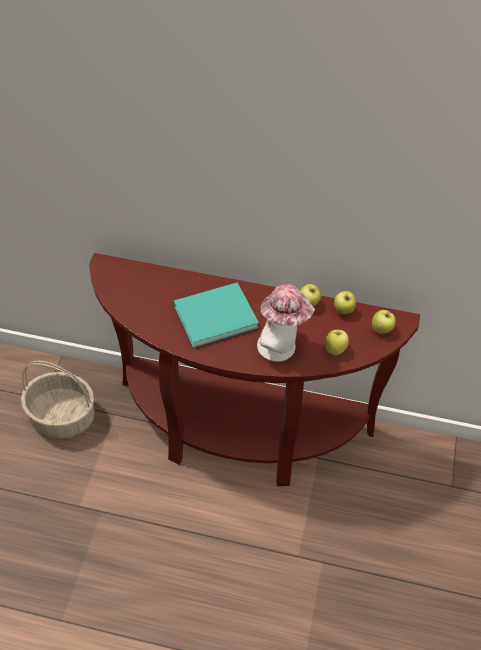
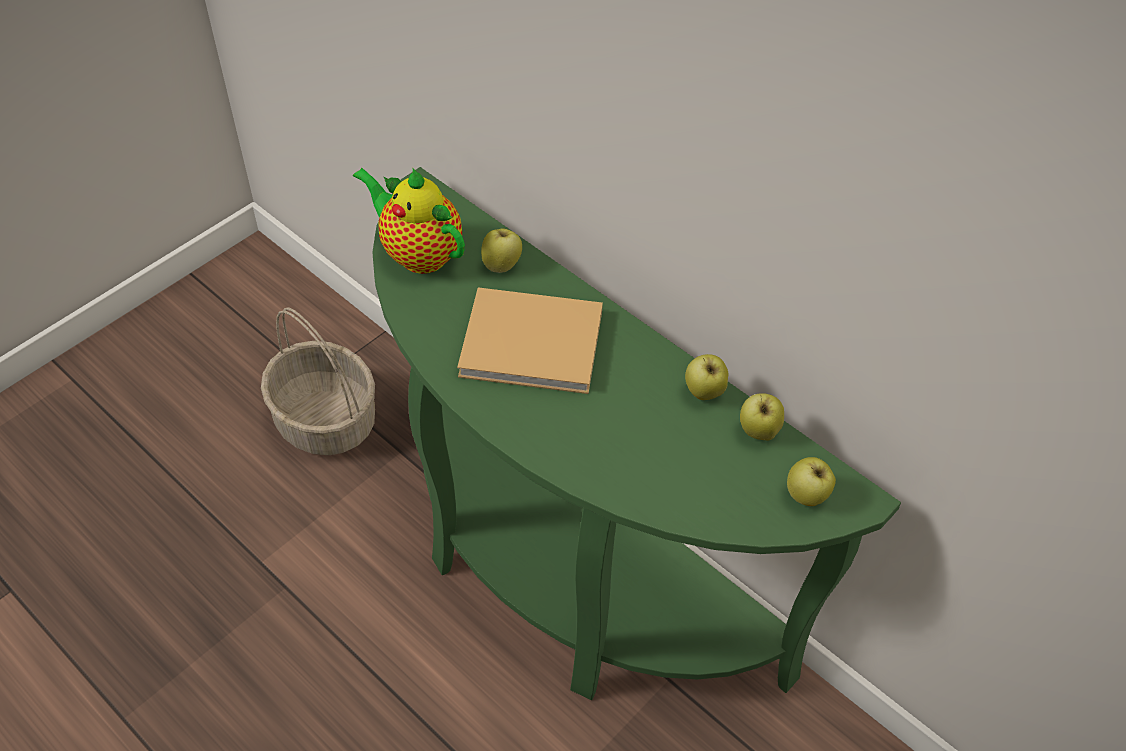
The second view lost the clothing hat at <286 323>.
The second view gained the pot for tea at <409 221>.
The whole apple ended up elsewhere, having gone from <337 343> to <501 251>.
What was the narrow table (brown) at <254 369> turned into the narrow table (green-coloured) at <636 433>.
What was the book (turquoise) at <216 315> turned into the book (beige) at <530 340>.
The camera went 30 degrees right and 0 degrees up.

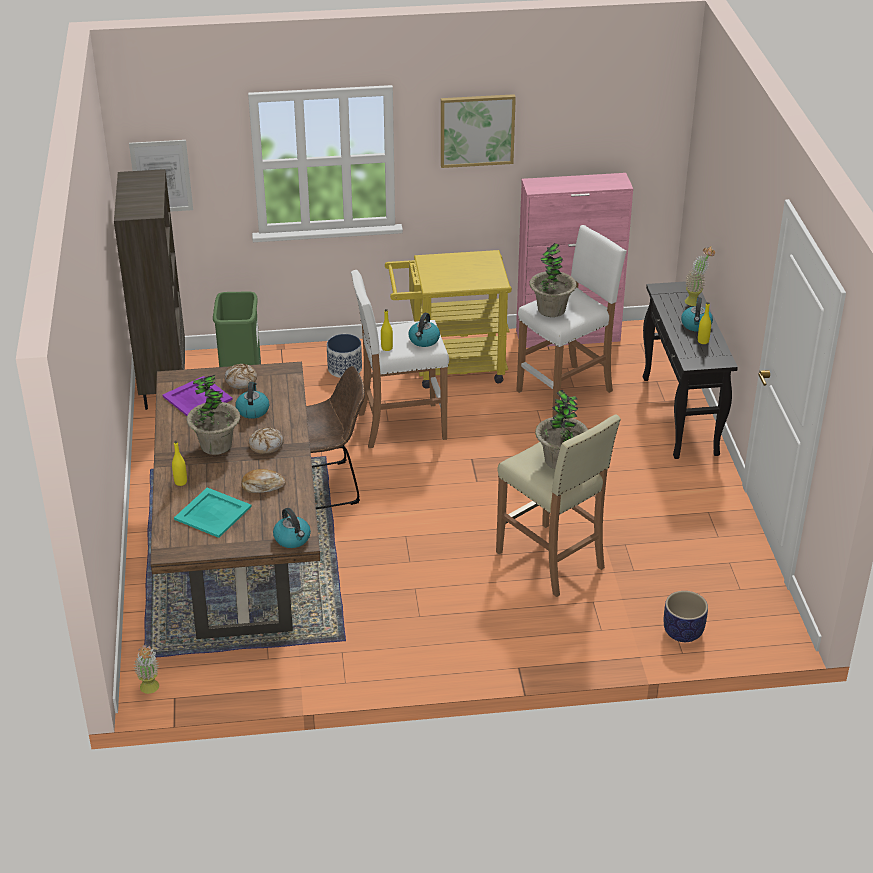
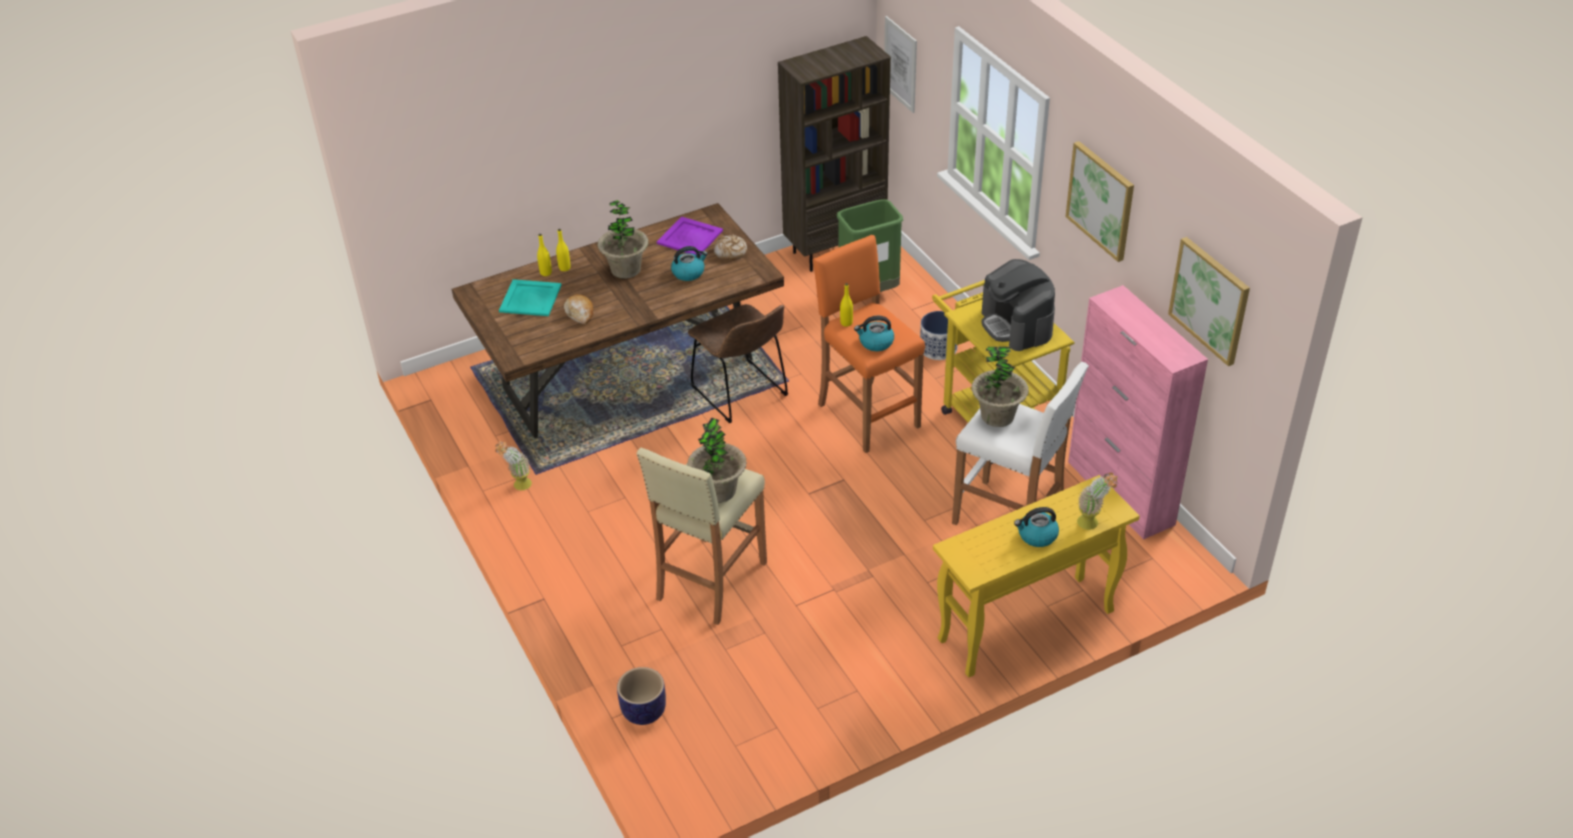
The second view lost the bread at <266 441>.
The second view lost the water kettle at <292 528>.
The second view gained the coffee maker at <1018 305>.
The second view gained the picture at <1209 301>.
The plant in a pot ended up elsewhere, having gone from <146 669> to <513 465>.
The bottle (yellow-coloured) ended up elsewhere, having gone from <704 323> to <544 255>.
What was the sitting stool (white-coloured) at <400 359> turned into the sitting stool (orange) at <869 344>.
What was the narrow table (black-coloured) at <690 370> turned into the narrow table (yellow-coloured) at <1036 576>.
The camera went 70 degrees right and 5 degrees up.

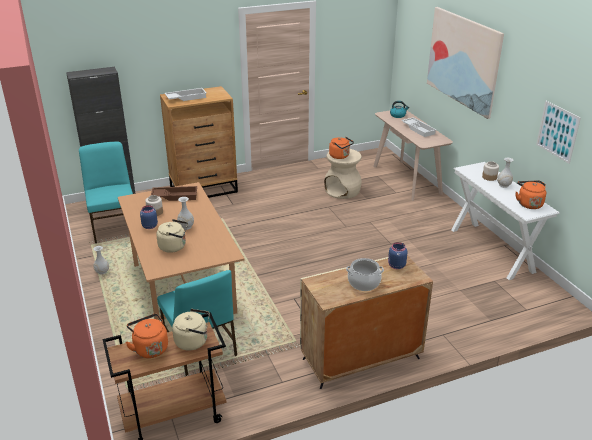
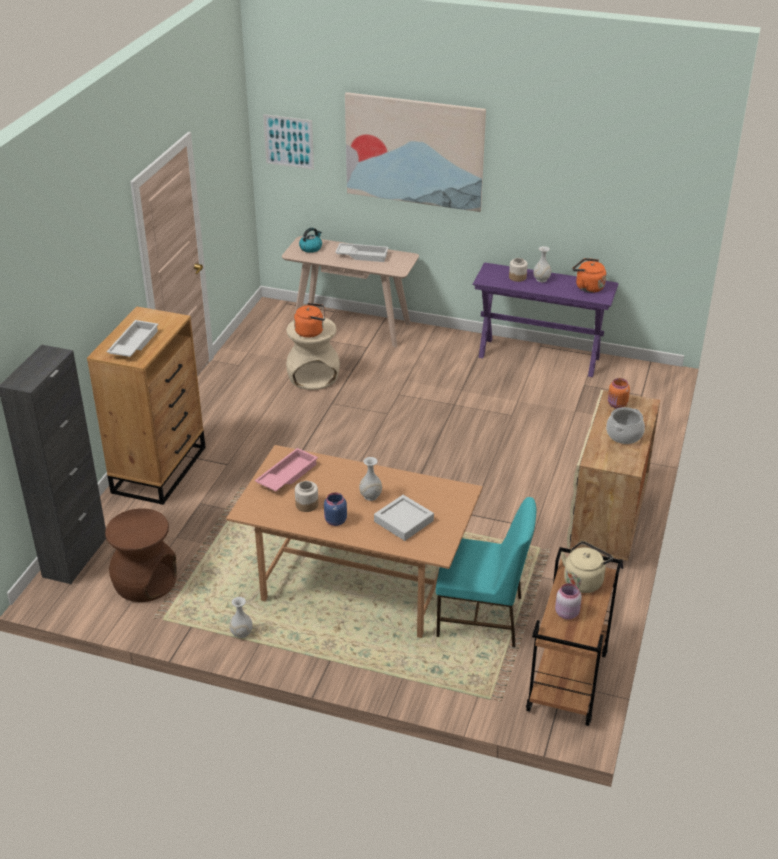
The picture ended up elsewhere, having gone from <558 132> to <288 142>.
Where the chair (turquoise) stood at <106 192>, the sitting stool (brown) came to stand at <141 555>.
Where the water kettle (orange) stood at <146 336>, the preserve jar (pinkish) came to stand at <568 601>.
Where the water kettle (beige) stood at <172 236>, the serving tray (gray) came to stand at <404 518>.
What was the serving tray (brown) at <174 193> turned into the serving tray (pinkish) at <286 470>.
What was the preserve jar (blue-coloured) at <398 255> turned into the preserve jar (orange) at <619 393>.
What was the narrow table (white-coloured) at <505 221> turned into the narrow table (purple-coloured) at <545 320>.
The camera went 50 degrees left and 5 degrees up.

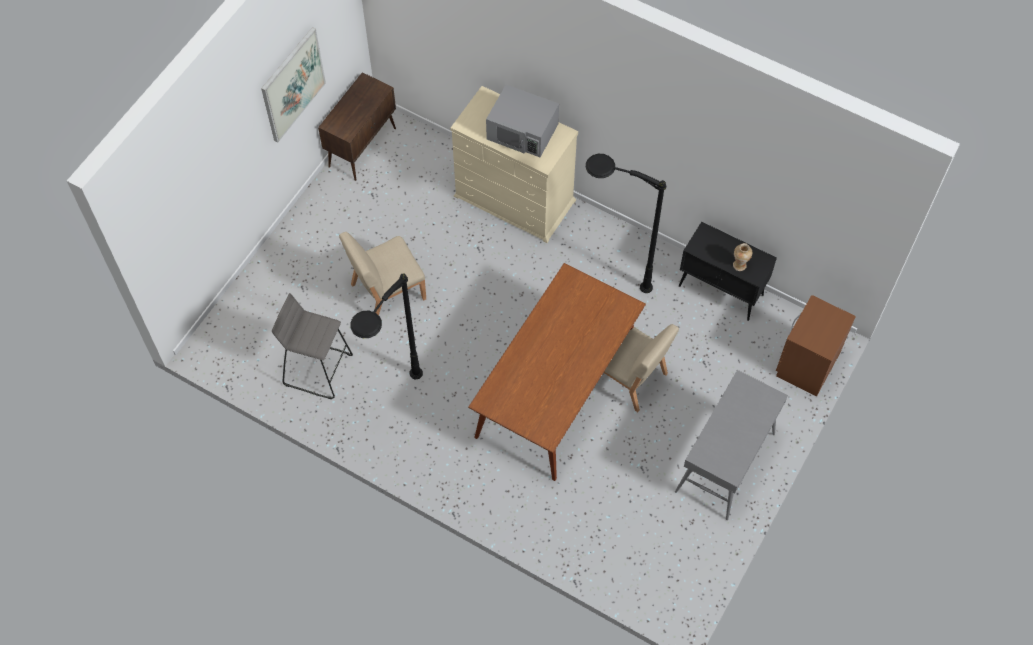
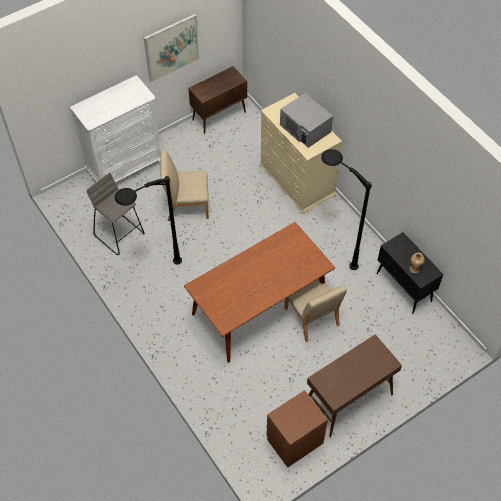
The second view gained the dresser (white-coloured) at <115 128>.
The nightstand (brown) ended up elsewhere, having gone from <816 345> to <297 428>.
What was the narrow table (gray) at <731 445> turned into the narrow table (brown) at <354 385>.
The camera went 25 degrees right and 5 degrees down.

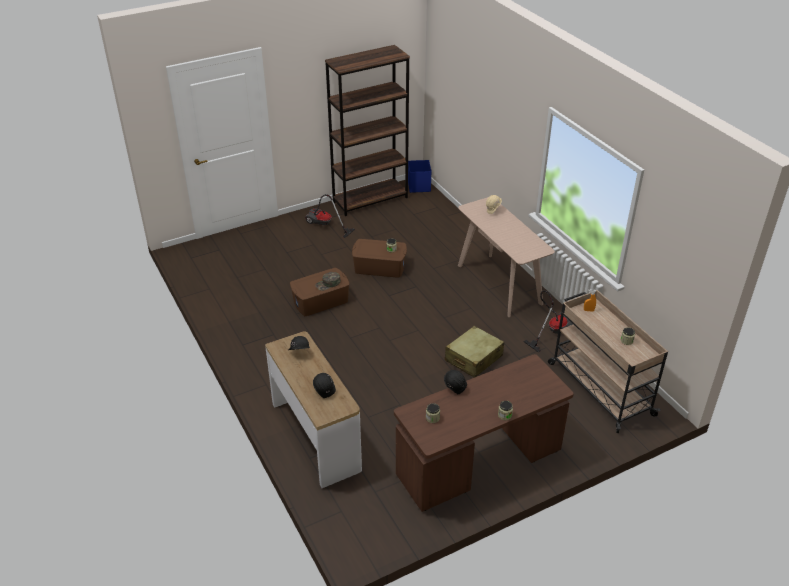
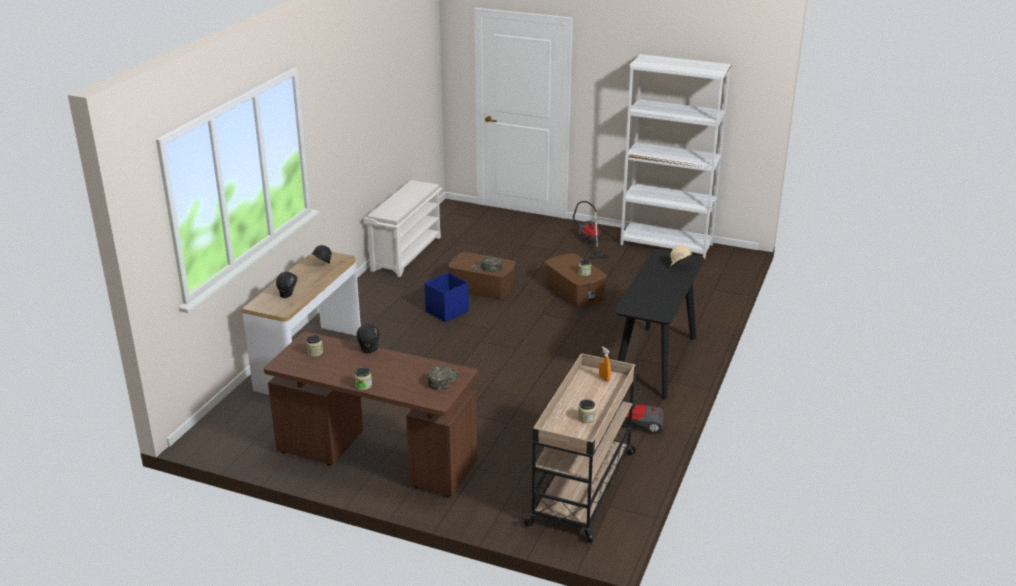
The second view lost the piece of luggage (beige) at <474 352>.
The second view gained the shoe stand (white-coloured) at <403 228>.
The second view gained the cap (green-coloured) at <443 377>.
The storage box (blue-coloured) ended up elsewhere, having gone from <420 176> to <446 297>.
What was the bookshelf (brown) at <367 130> turned into the bookshelf (white-coloured) at <676 156>.
What was the narrow table (beige) at <506 257> turned into the narrow table (black-coloured) at <659 324>.
The camera went 50 degrees right and 10 degrees down.

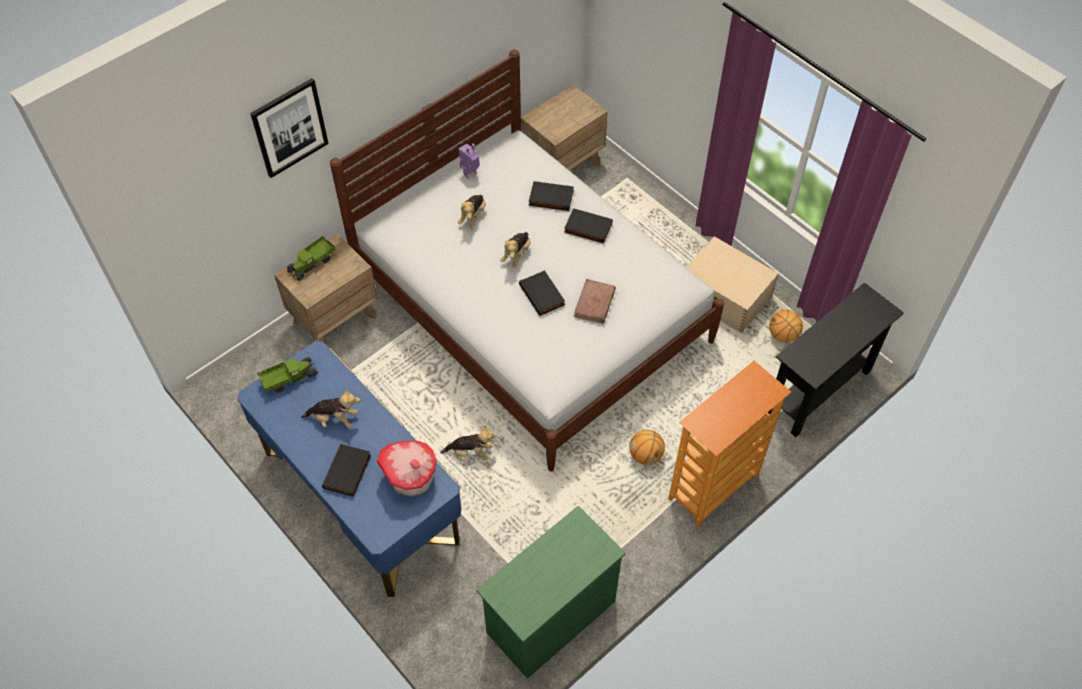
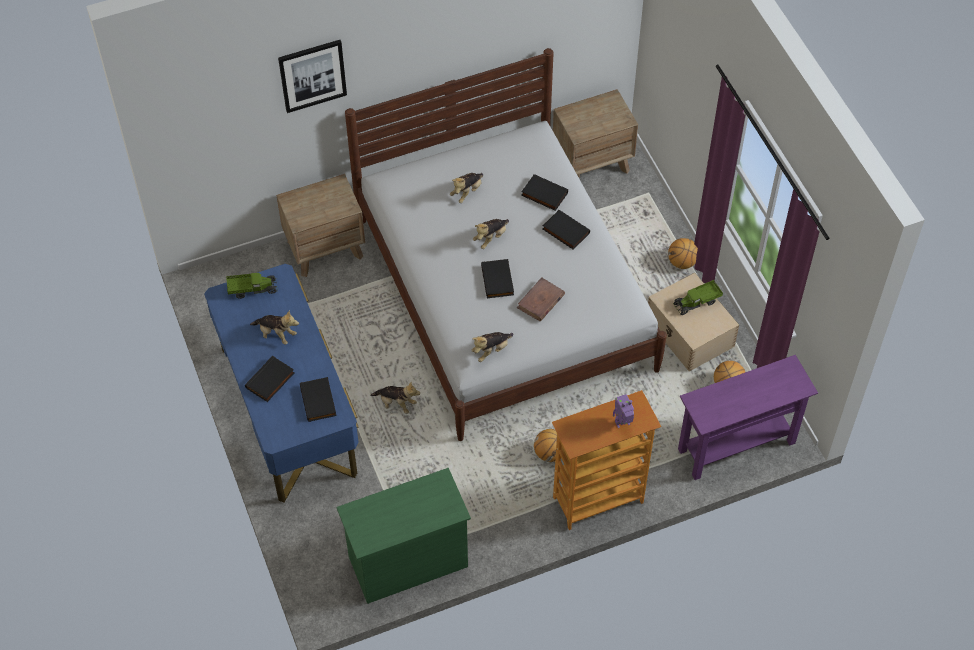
The second view gained the cuddly toy at <492 347>.
The second view gained the basketball at <683 253>.
The toy lorry ended up elsewhere, having gone from <311 258> to <698 297>.
The model robot ended up elsewhere, having gone from <469 161> to <623 411>.
Where the toy house stood at <406 468>, the book (black-coloured) came to stand at <318 399>.
What was the narrow table (black-coloured) at <836 359> turned into the narrow table (purple-coloured) at <748 417>.
The camera went 20 degrees right and 0 degrees up.

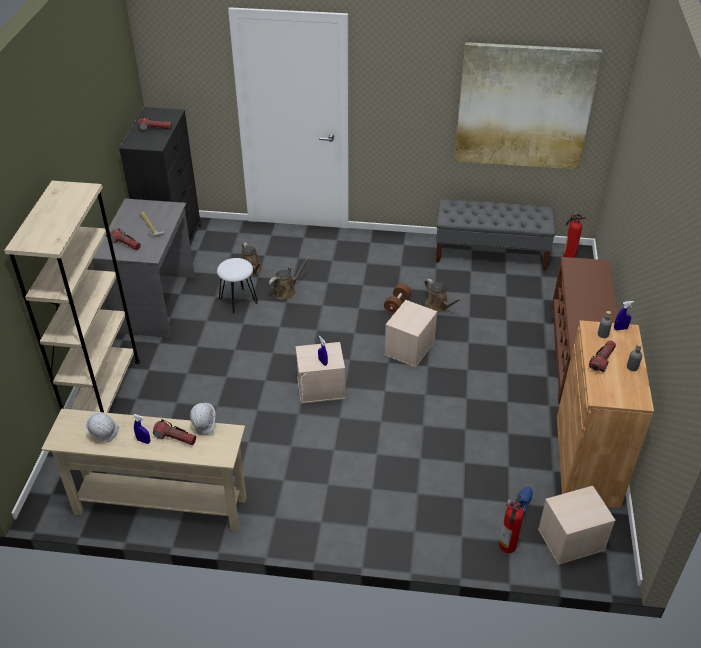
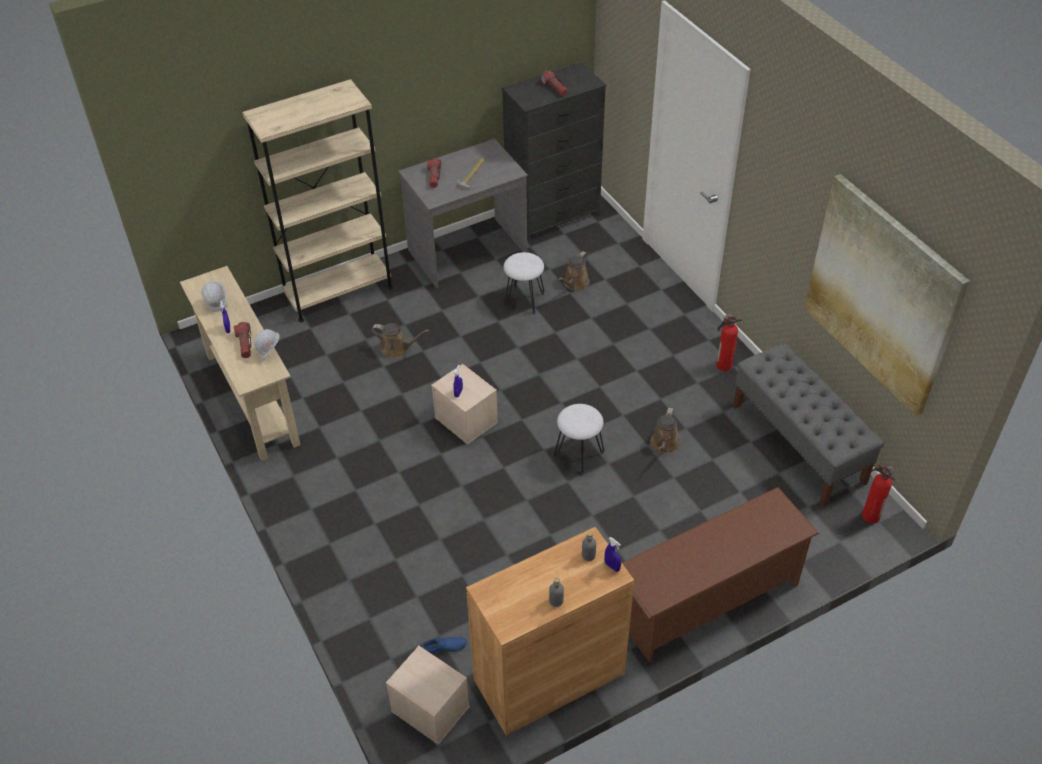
The second view lost the hand weight (brown) at <398 298>.
The second view lost the torch at <602 356>.
The watering can (brown) ended up elsewhere, having gone from <289 278> to <400 341>.
The fire-fighting cylinder ended up elsewhere, having gone from <511 524> to <729 342>.
Where the storage box (beige) stood at <410 334>, the sitting stool (white-coloured) came to stand at <579 439>.
The camera went 55 degrees right and 5 degrees up.

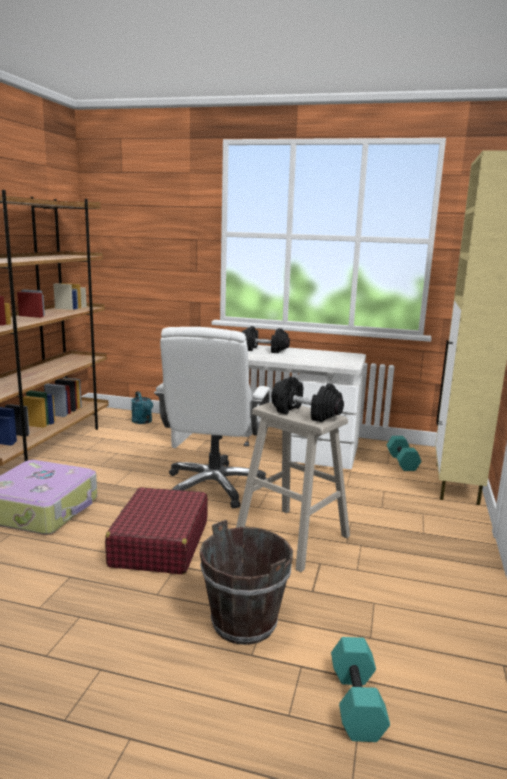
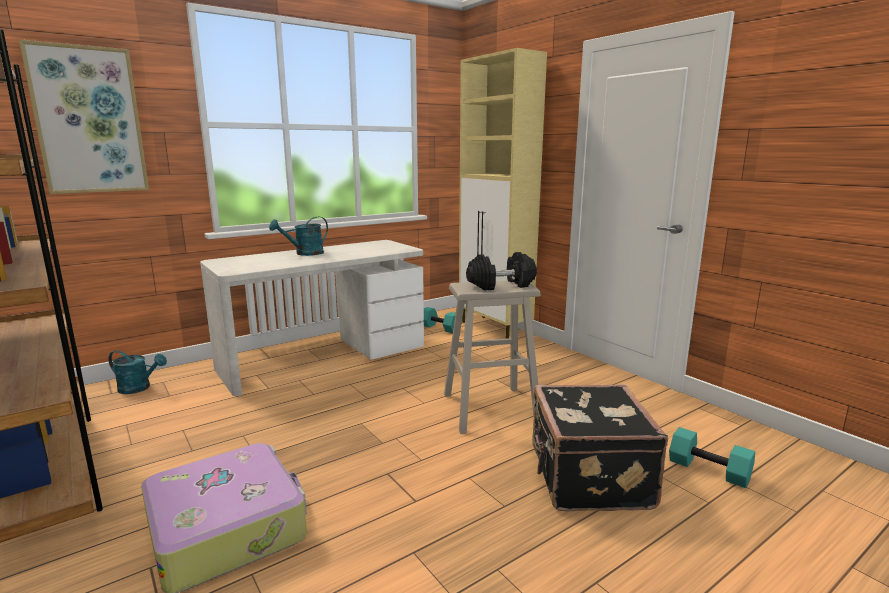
The second view lost the piece of luggage (red) at <156 530>.
The second view lost the desk chair (white-coloured) at <212 417>.
The second view gained the picture at <84 116>.
Where the water bucket (brown) stood at <246 582>, the piece of luggage (black-coloured) came to stand at <600 447>.
Where the hand weight (black-coloured) stood at <266 339>, the watering can (turquoise) came to stand at <298 236>.
The camera went 50 degrees left and 0 degrees up.

